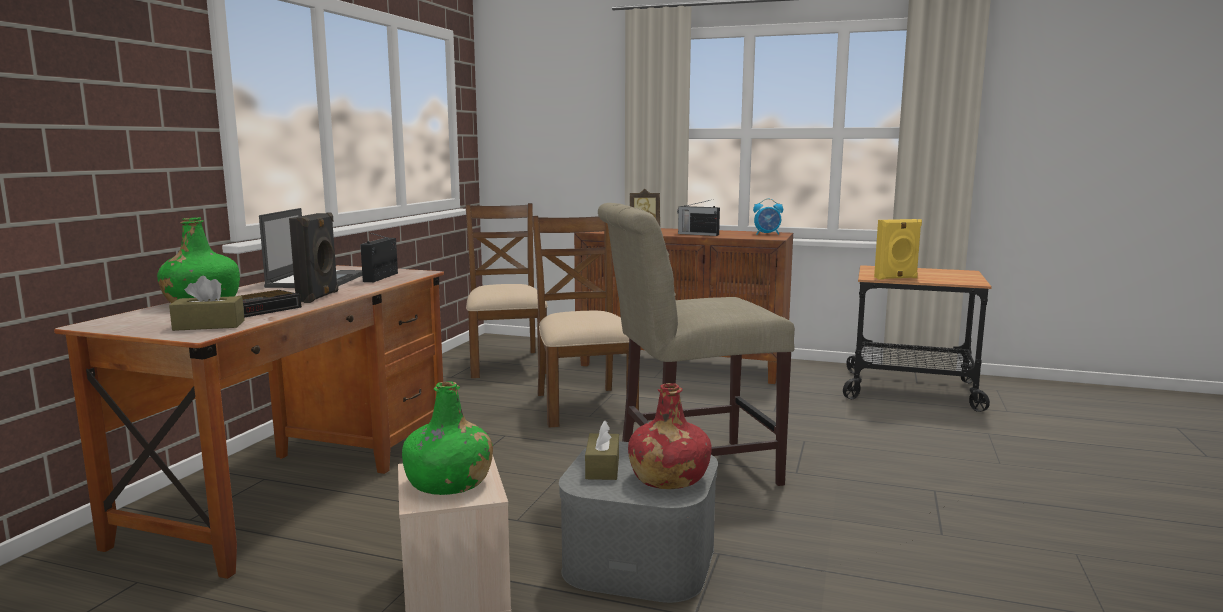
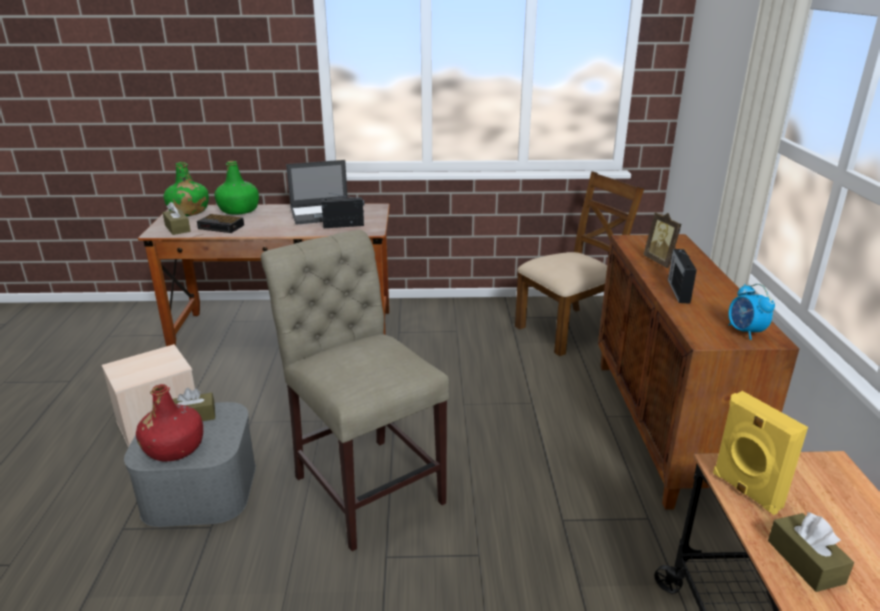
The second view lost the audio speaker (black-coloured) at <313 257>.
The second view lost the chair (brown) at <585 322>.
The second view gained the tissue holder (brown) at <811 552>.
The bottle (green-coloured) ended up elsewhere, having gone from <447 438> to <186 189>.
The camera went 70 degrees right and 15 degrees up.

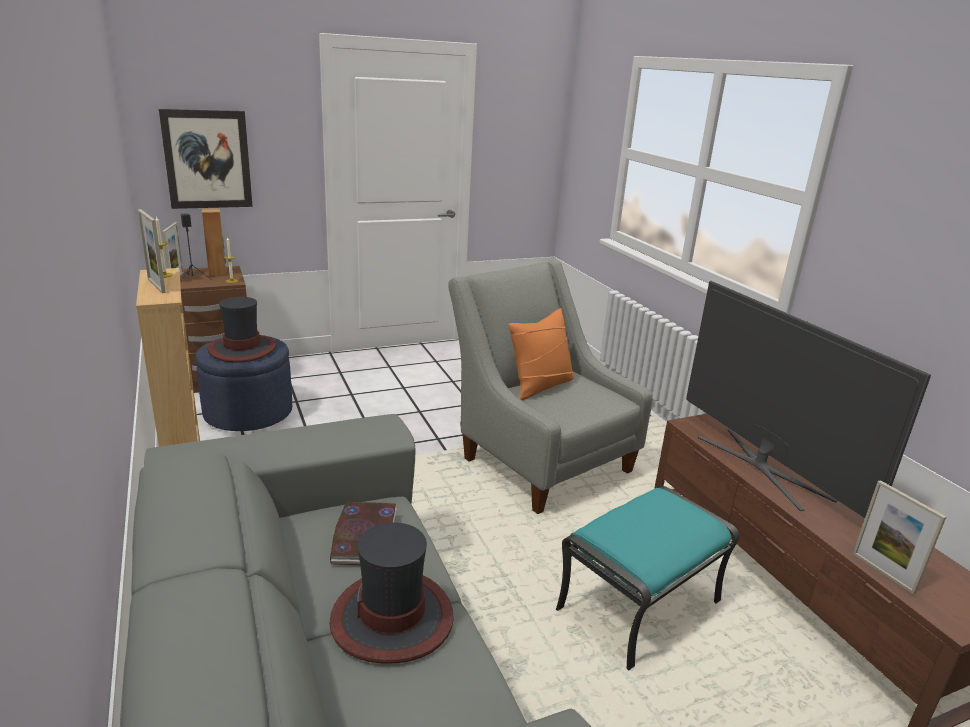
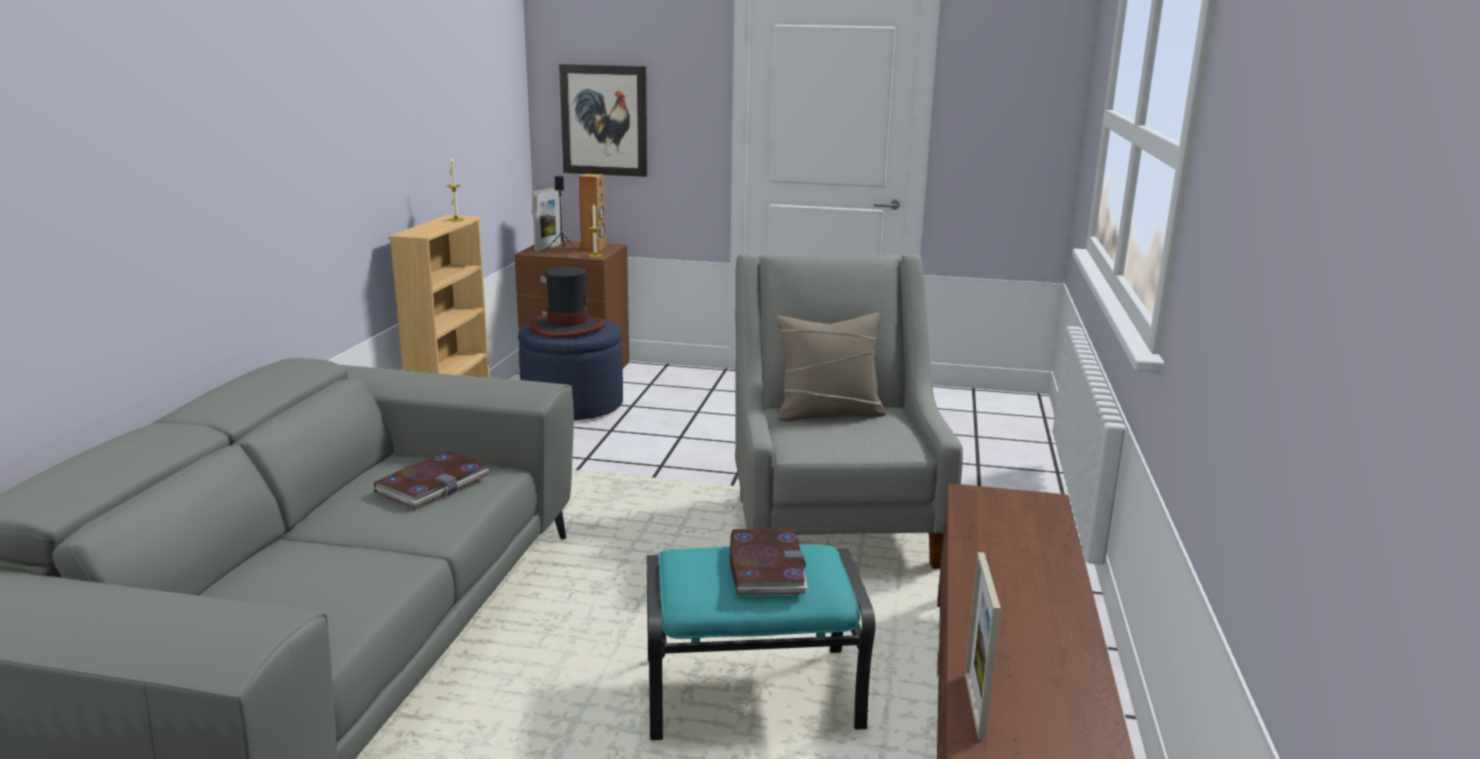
The second view lost the standing frame at <152 251>.
The second view lost the clothing hat at <392 593>.
The second view lost the television at <808 399>.
The second view gained the book at <769 561>.
What was the throw pillow (orange) at <541 354> turned into the throw pillow (beige) at <831 367>.
The camera went 35 degrees right and 5 degrees down.

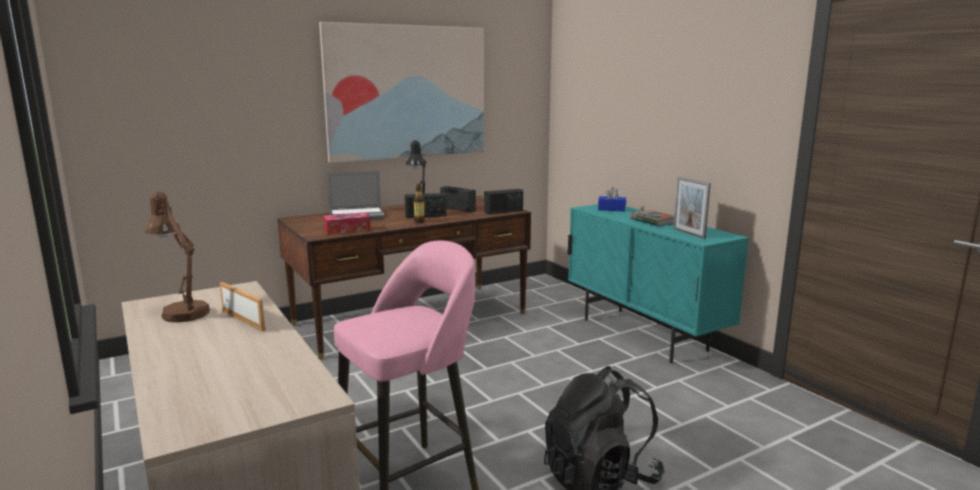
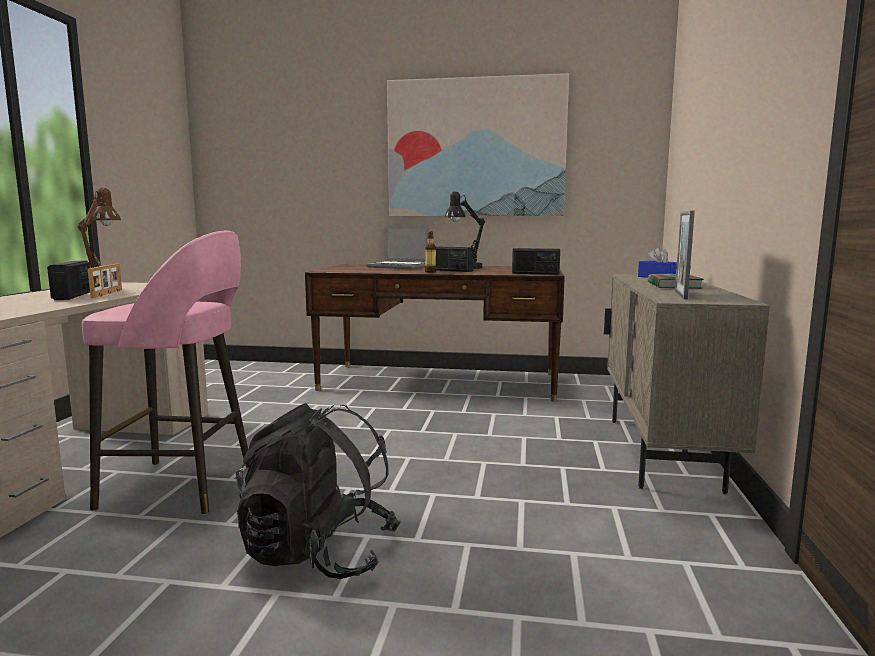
The second view lost the tissue holder at <347 223>.
The radio ended up elsewhere, having gone from <458 199> to <68 280>.
What was the cabinet (turquoise) at <658 283> turned into the cabinet (beige) at <687 384>.
The camera went 40 degrees right and 5 degrees down.

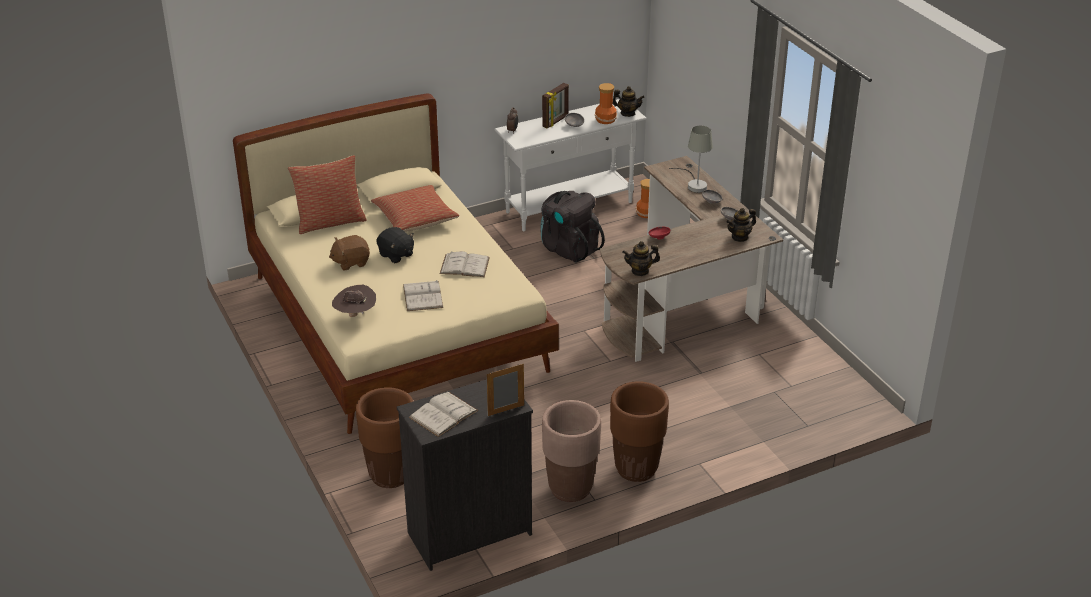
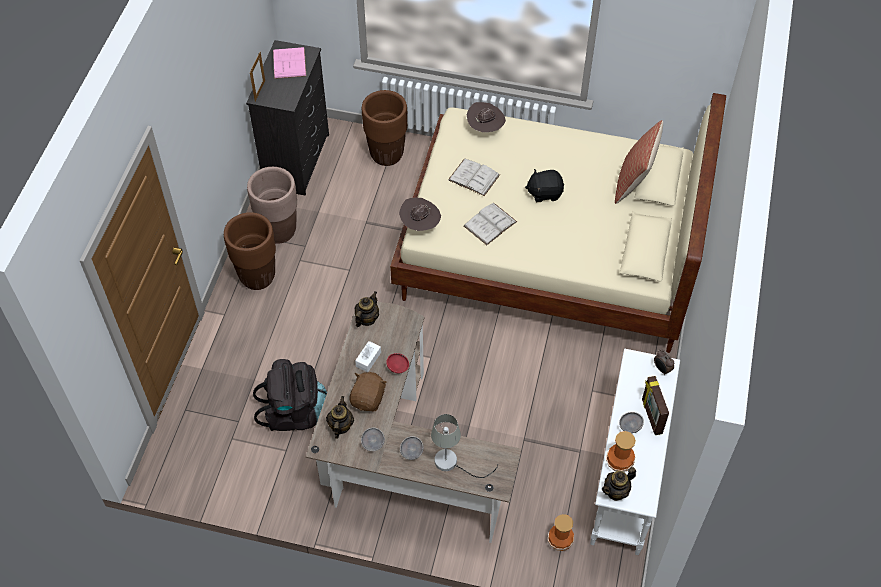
The second view lost the throw pillow at <415 208>.
The second view gained the tissue holder (white-coloured) at <368 356>.
The second view gained the clothing hat (brown) at <420 214>.
The cuddly toy (brown) ended up elsewhere, having gone from <349 253> to <368 391>.
The rucksack (black-coloured) ended up elsewhere, having gone from <572 227> to <290 395>.
What was the book (white-coloured) at <443 414> turned into the book (pinkish) at <289 63>.
The camera went 130 degrees right and 20 degrees up.

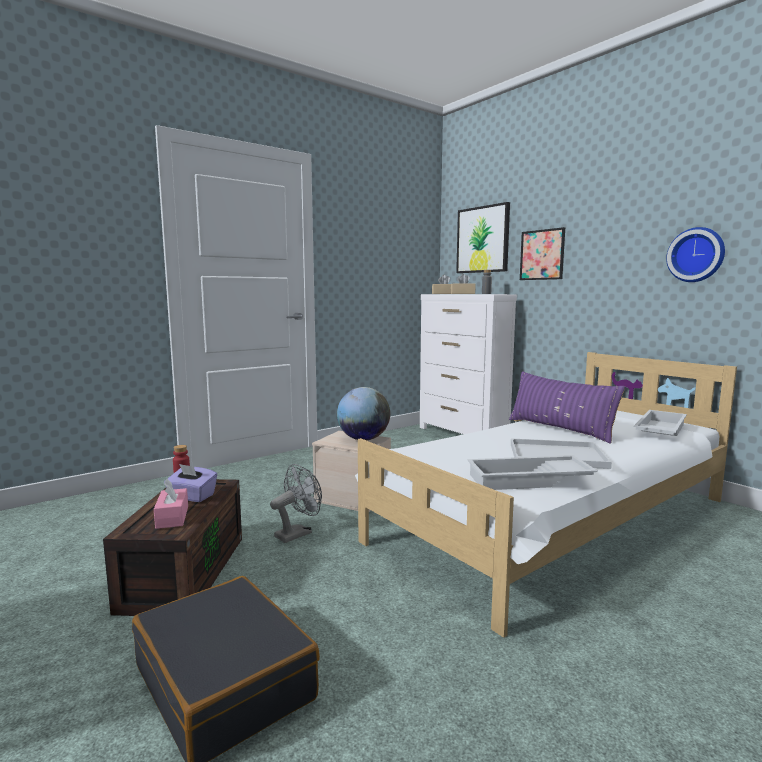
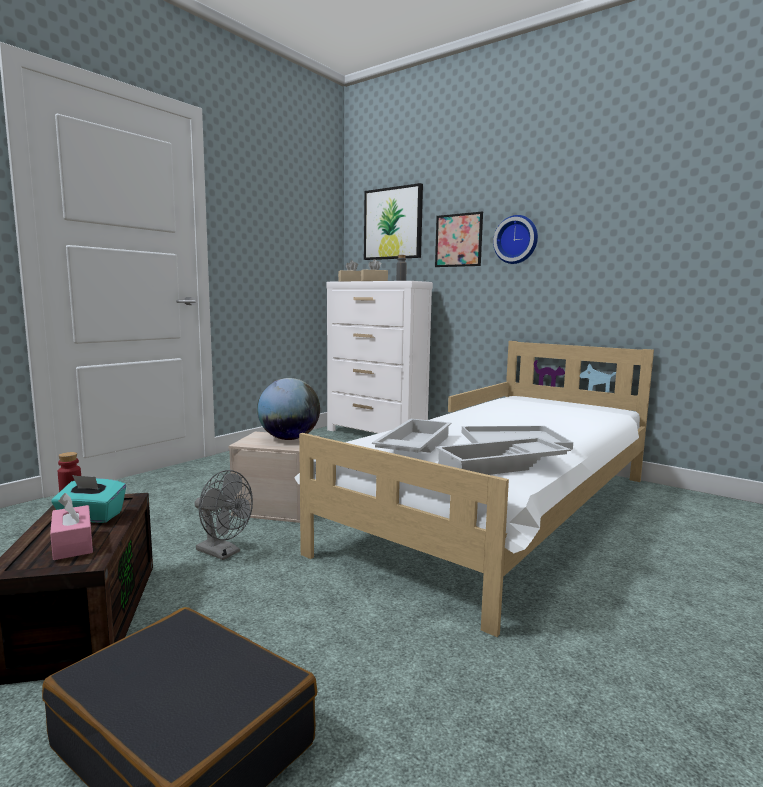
The second view lost the throw pillow (purple-coloured) at <567 408>.
The serving tray (white-coloured) ended up elsewhere, having gone from <660 423> to <411 436>.
The wall clock ended up elsewhere, having gone from <695 254> to <515 239>.
What was the tissue holder (purple-coloured) at <190 483> turned into the tissue holder (turquoise) at <88 499>.
The electric fan (gray) at <296 503> ended up facing another way, 90 degrees clockwise from before.
The camera went 15 degrees left and 0 degrees up.

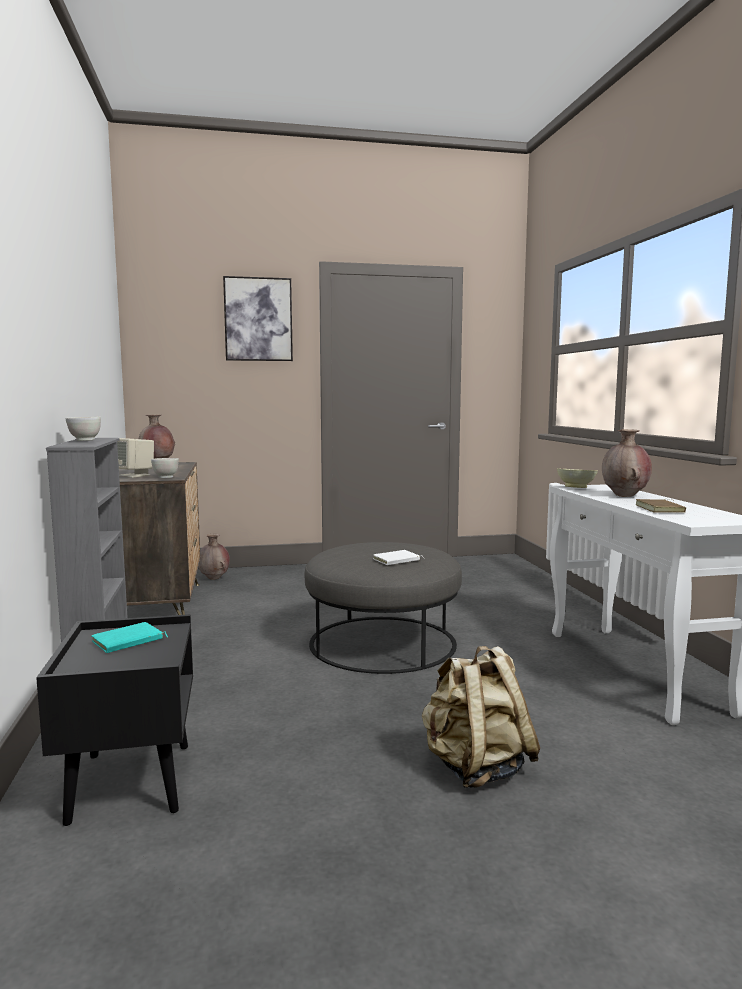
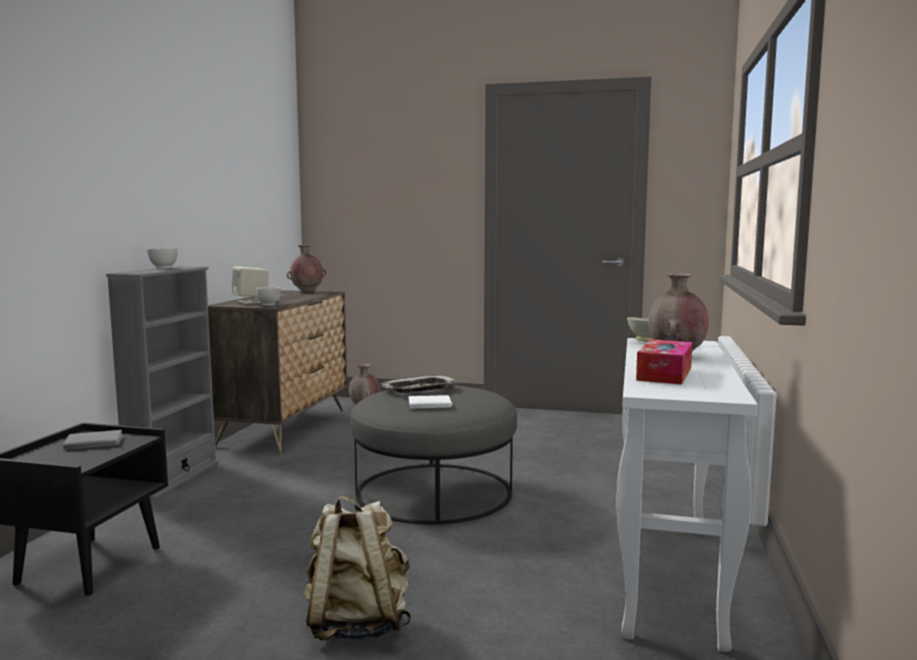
The second view lost the picture at <258 318>.
The second view gained the serving tray at <419 384>.
Where the book (brown) stood at <660 506>, the tissue holder came to stand at <664 362>.
What was the book (turquoise) at <130 637> turned into the book (gray) at <93 440>.
The camera went 25 degrees right and 0 degrees up.

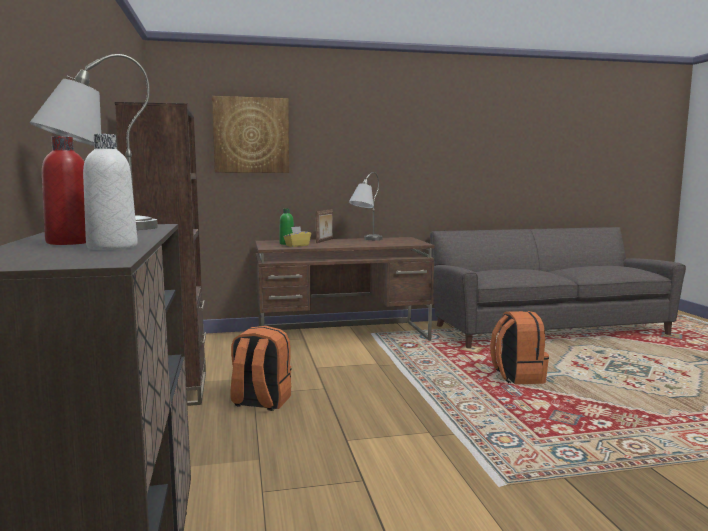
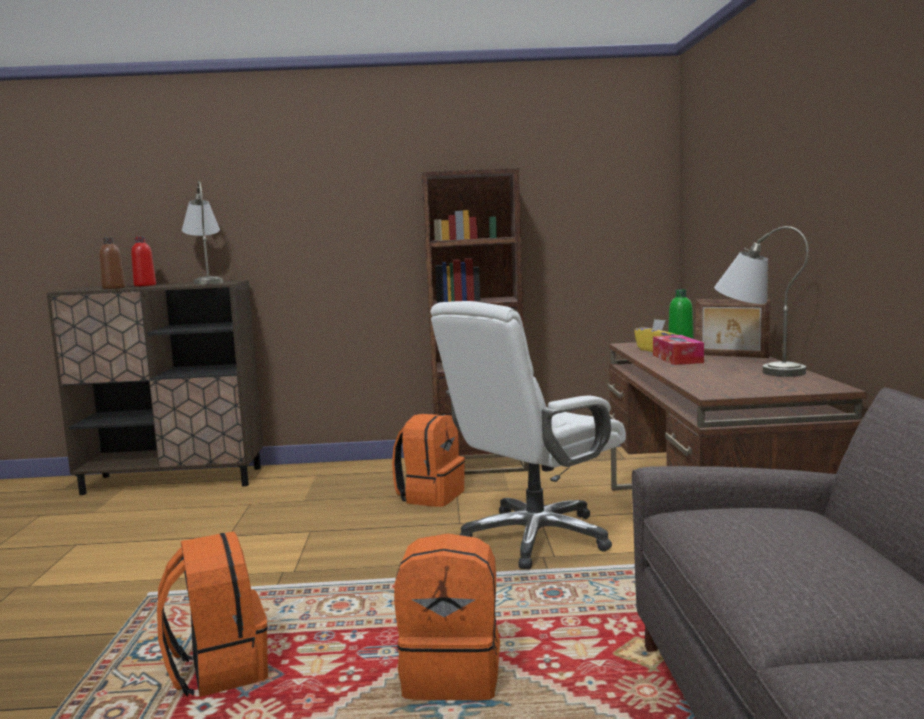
The second view lost the picture at <250 134>.
The second view gained the rucksack (orange) at <212 614>.
The second view gained the desk chair (white-coloured) at <528 435>.
The second view gained the tissue holder at <678 350>.
What was the bottle (white-coloured) at <110 192> turned into the bottle (brown) at <112 263>.
The camera went 100 degrees right and 0 degrees up.

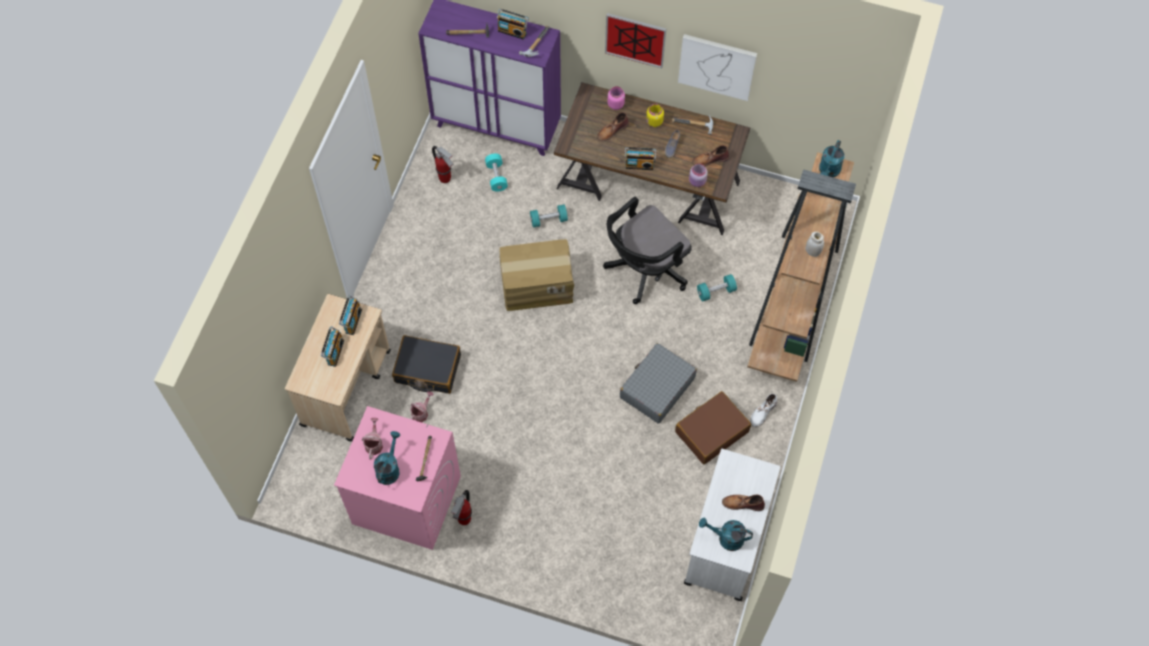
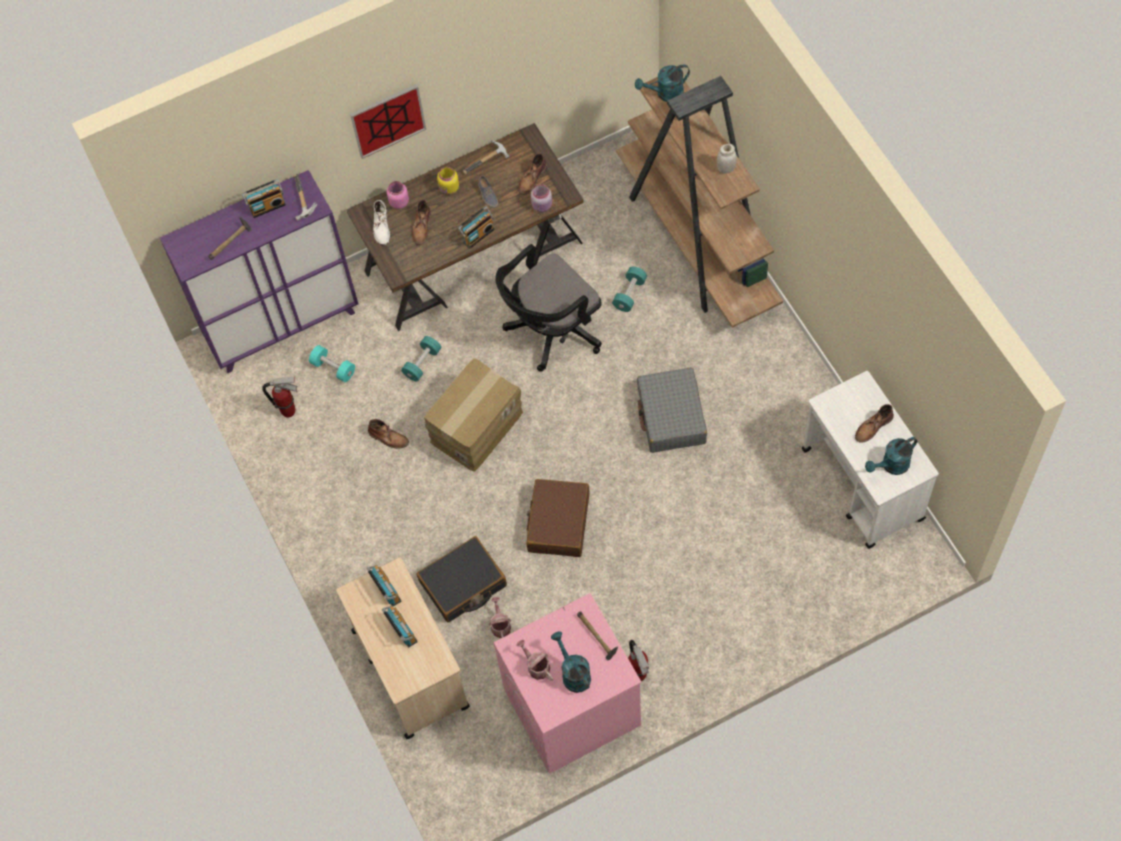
The second view lost the picture at <717 67>.
The second view gained the boot (brown) at <388 434>.
The piece of luggage (brown) ended up elsewhere, having gone from <713 428> to <558 518>.
The boot (white-coloured) ended up elsewhere, having gone from <763 410> to <381 222>.
The desk chair (black-coloured) at <647 250> ended up facing another way, 45 degrees clockwise from before.
The watering can (turquoise) at <831 158> ended up facing another way, 90 degrees clockwise from before.
The camera went 40 degrees left and 0 degrees up.

